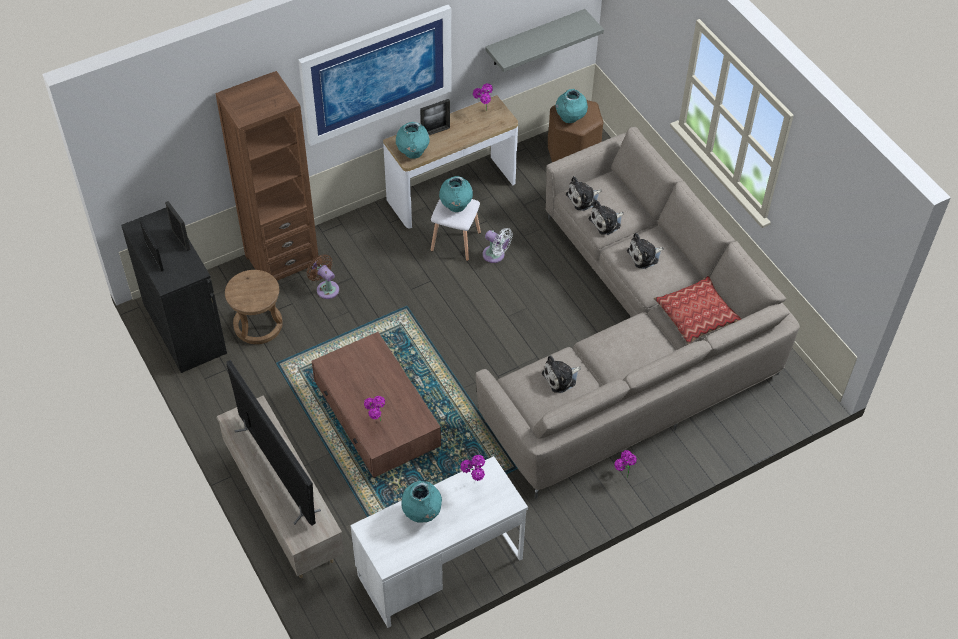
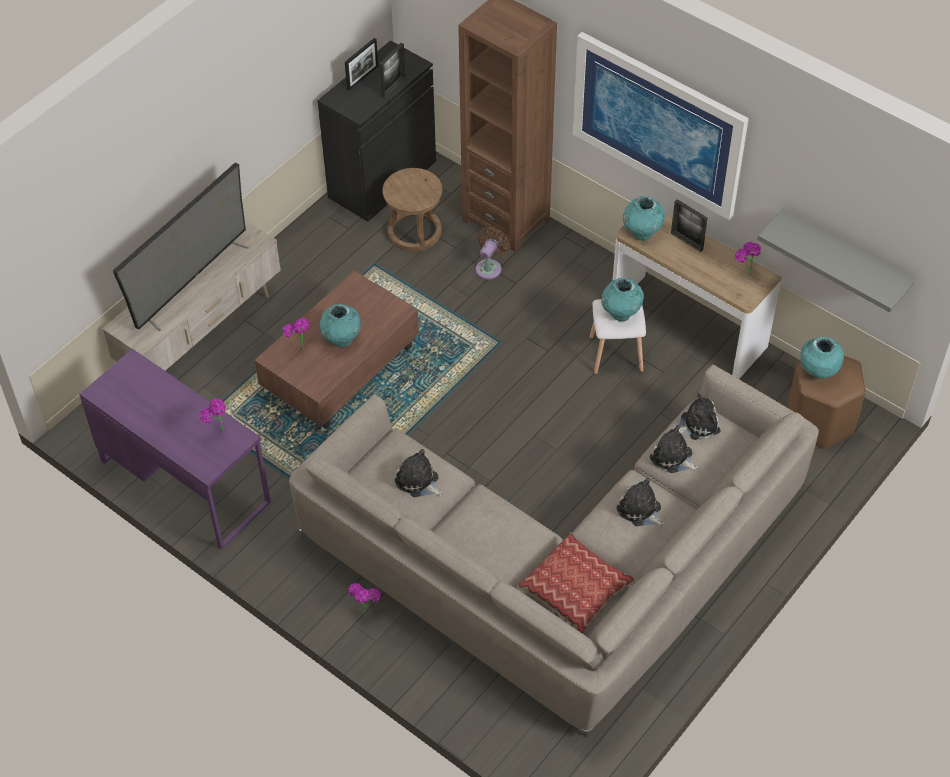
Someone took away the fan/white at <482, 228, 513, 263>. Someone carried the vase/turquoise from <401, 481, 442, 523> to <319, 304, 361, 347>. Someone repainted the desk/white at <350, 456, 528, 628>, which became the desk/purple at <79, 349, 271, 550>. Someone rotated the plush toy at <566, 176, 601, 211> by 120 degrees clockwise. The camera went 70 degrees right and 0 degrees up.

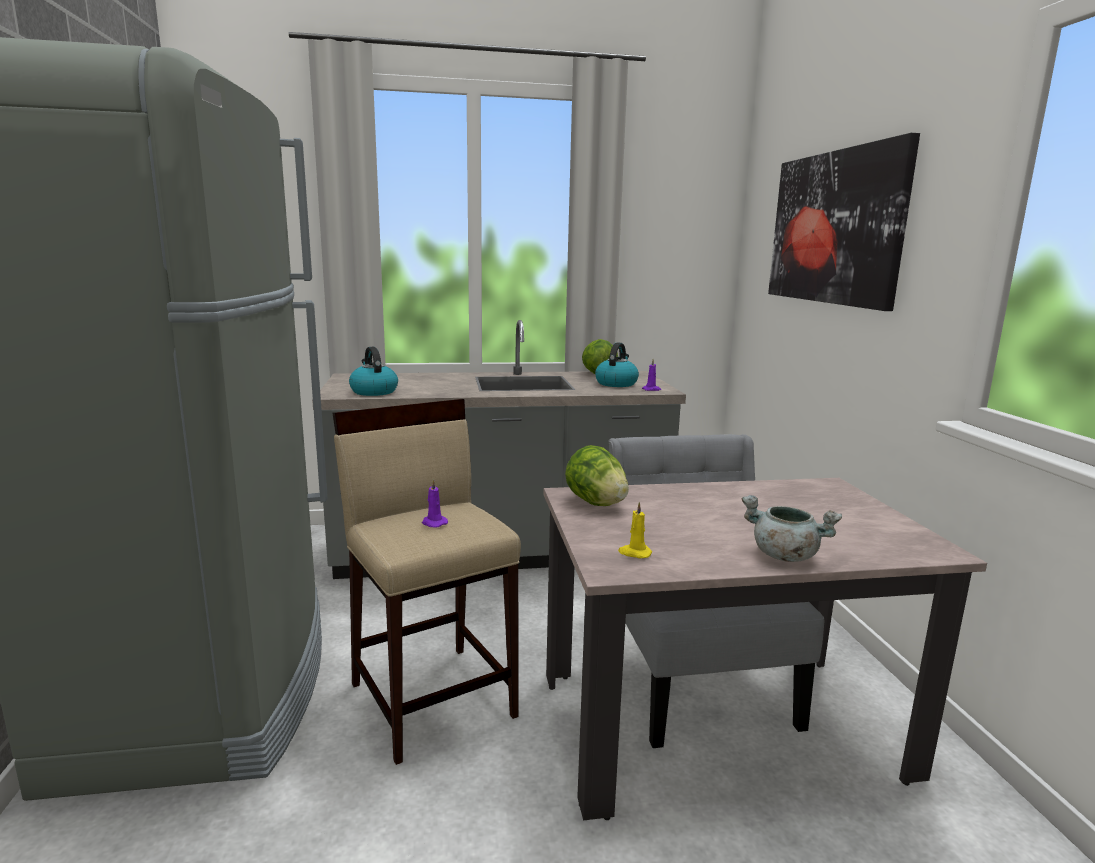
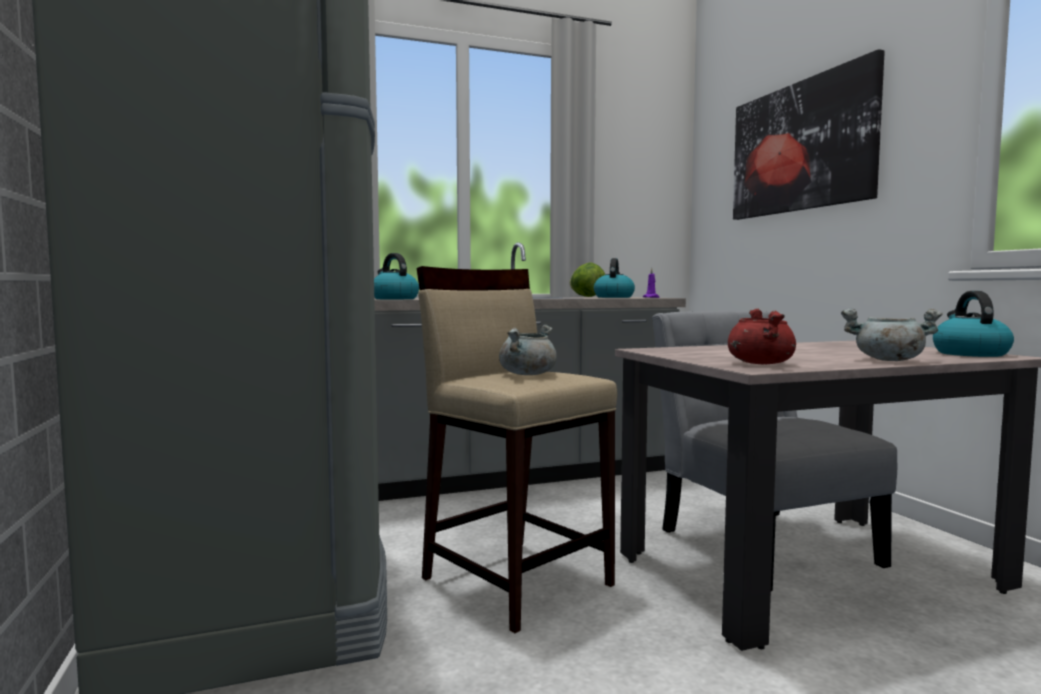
Someone took away the lettuce at <565, 445, 629, 506>. Someone put down the kettle at <933, 291, 1014, 357>. Someone swapped the candle/purple at <422, 479, 448, 528> for the cooking pot/grey at <499, 325, 557, 375>. Someone swapped the candle/yellow at <618, 502, 652, 558> for the cooking pot/red at <728, 309, 796, 364>. The camera went 10 degrees left and 10 degrees down.

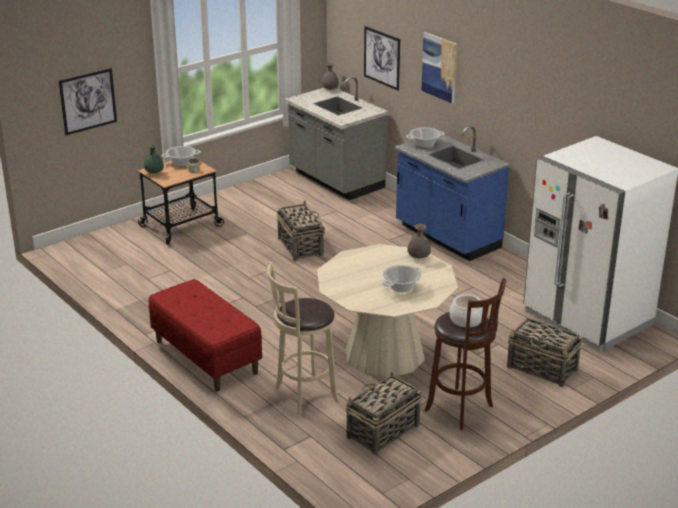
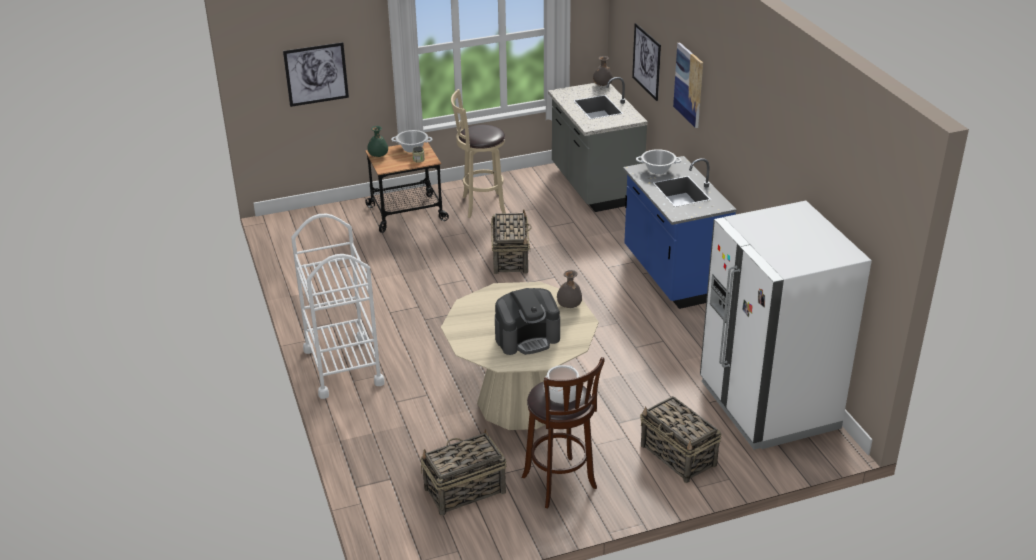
Someone carried the stool/beige from <267, 262, 339, 415> to <451, 89, 506, 218>. Someone swapped the bench/red at <149, 279, 262, 392> for the cart/white at <291, 213, 385, 399>. Someone swapped the cooking pot at <382, 265, 421, 292> for the coffee machine at <495, 288, 560, 355>. The camera went 20 degrees right and 5 degrees up.

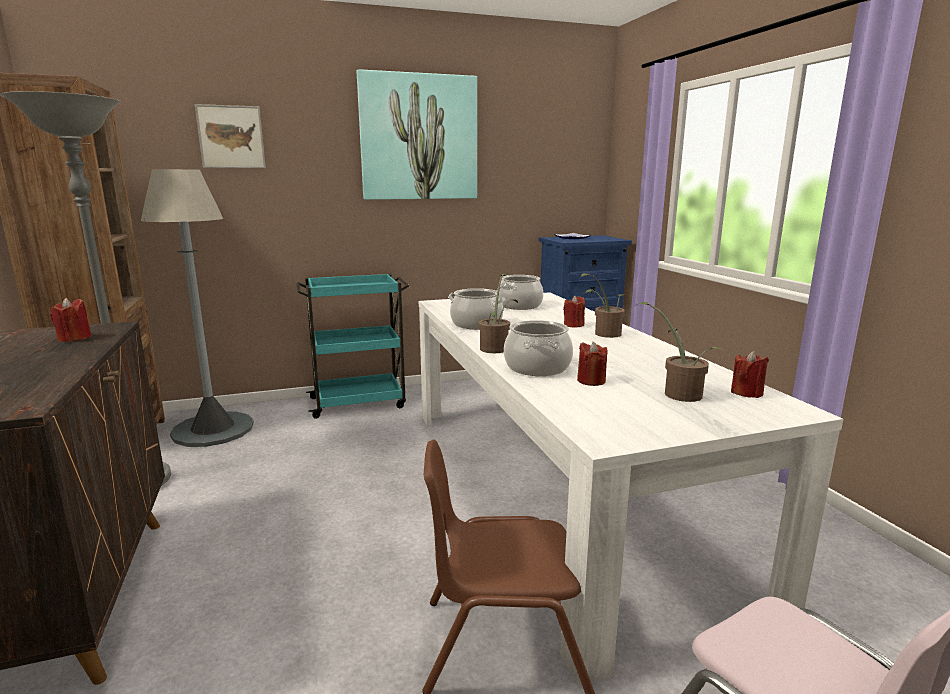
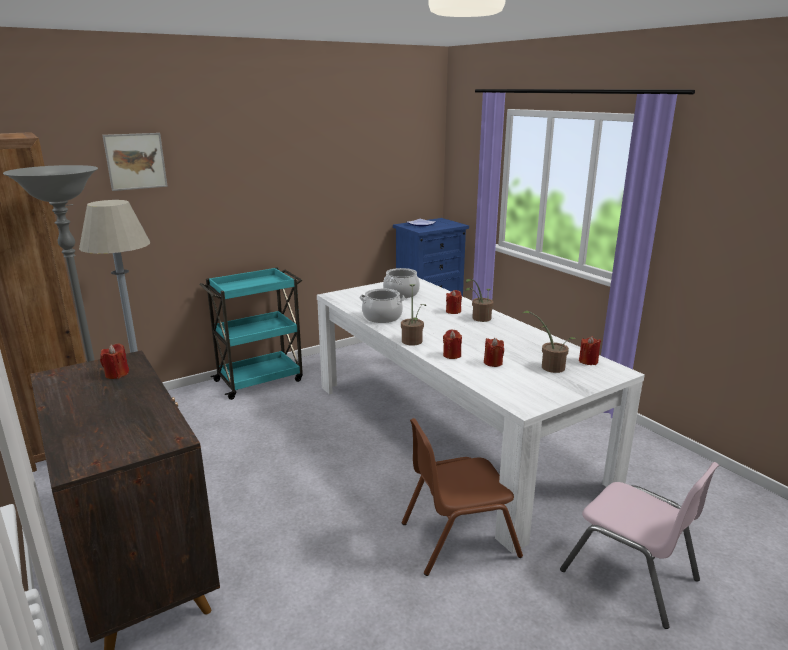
Someone took away the picture at <357, 69, 477, 200>. Someone swapped the cooking pot at <504, 320, 573, 376> for the candle/red at <443, 329, 462, 359>. The camera went 15 degrees left and 5 degrees up.

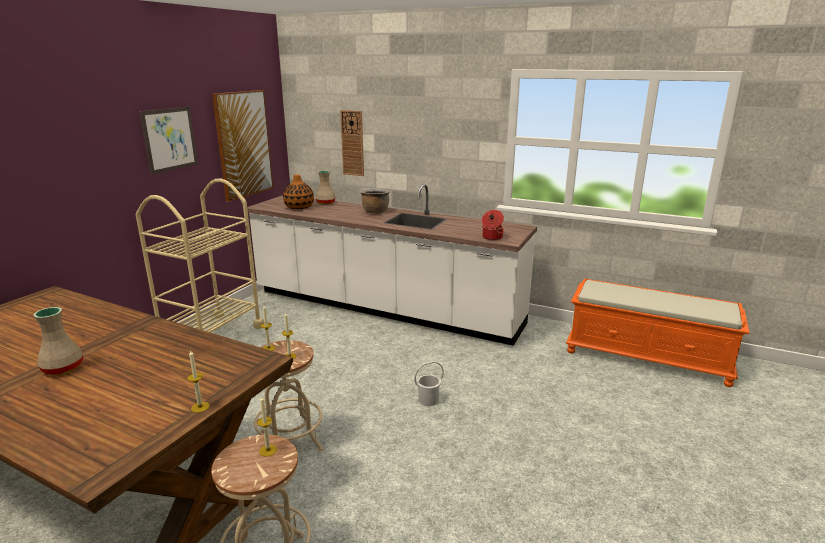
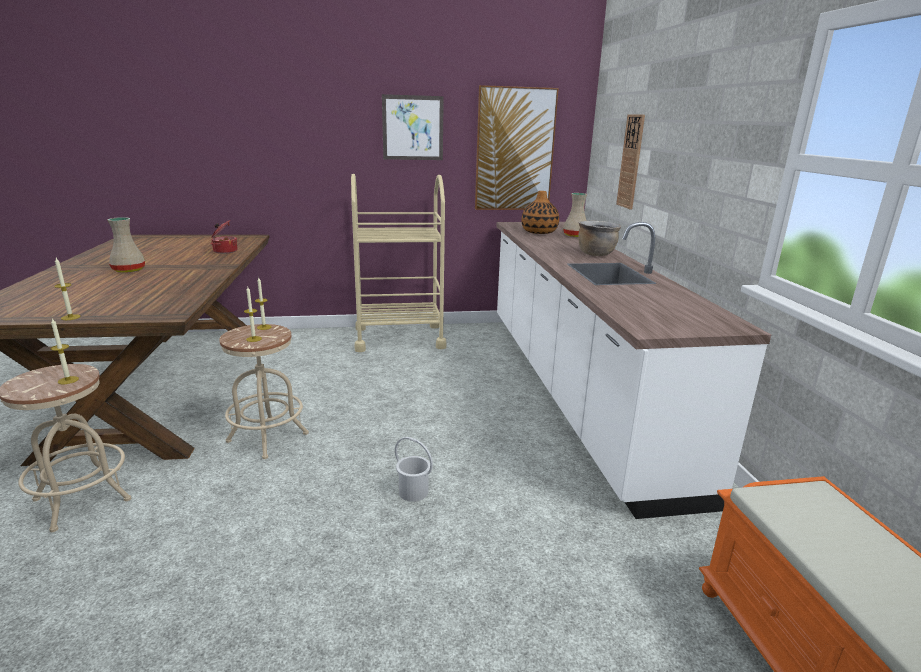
Someone carried the cooking pot from <482, 210, 505, 240> to <210, 220, 238, 254>. The camera went 55 degrees right and 0 degrees up.

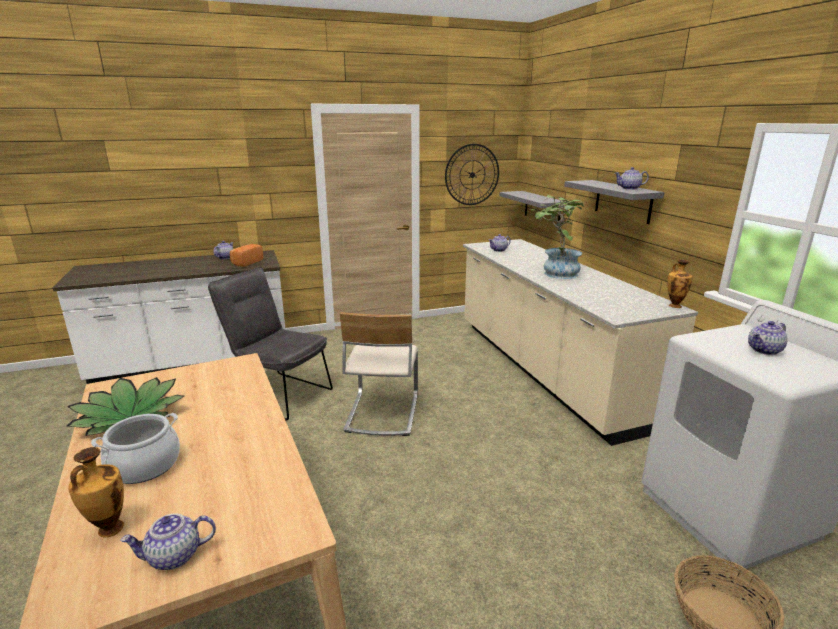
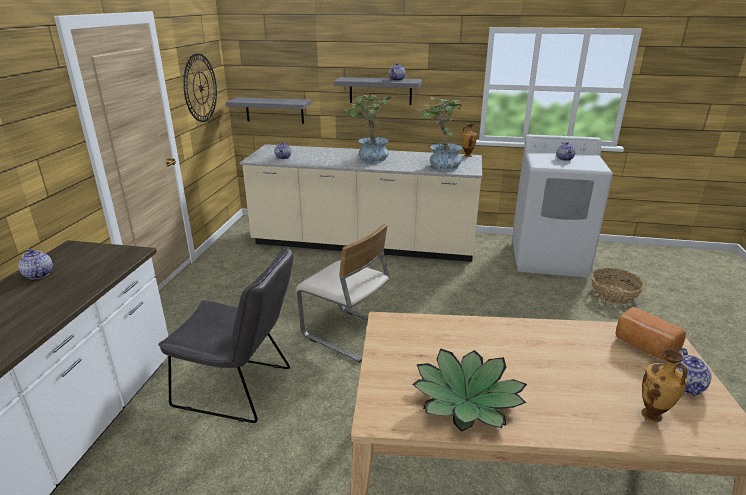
Someone took away the cooking pot at <91, 413, 180, 484>. Someone put down the potted plant at <417, 97, 462, 171>. Someone carried the bread from <230, 244, 263, 267> to <616, 307, 686, 360>. Someone rotated the chair/grey at <208, 267, 333, 421> by 135 degrees counterclockwise. The camera went 60 degrees left and 5 degrees up.

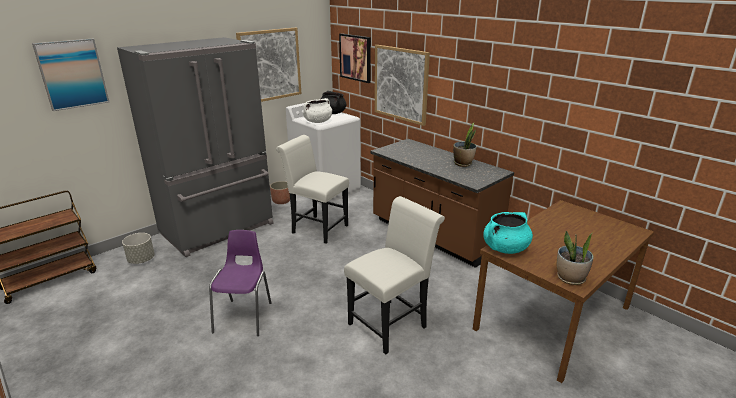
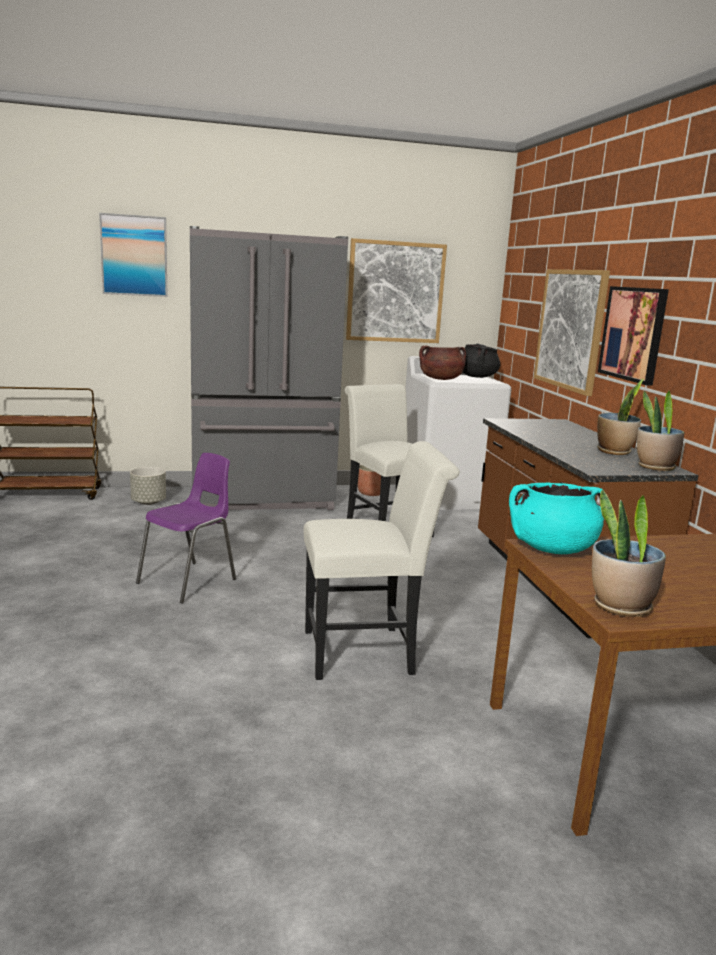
Someone put down the potted plant at <637, 391, 684, 471>. Someone carried the picture from <339, 33, 371, 83> to <598, 286, 669, 386>. Someone repainted the cooking pot/white at <303, 98, 332, 123>, which became the cooking pot/brown at <419, 345, 466, 380>. The camera went 30 degrees right and 10 degrees down.

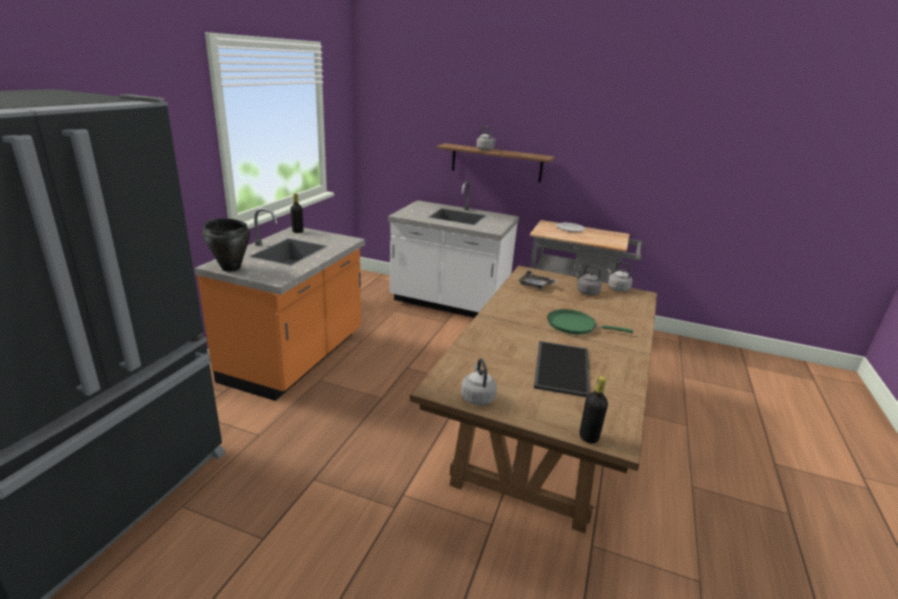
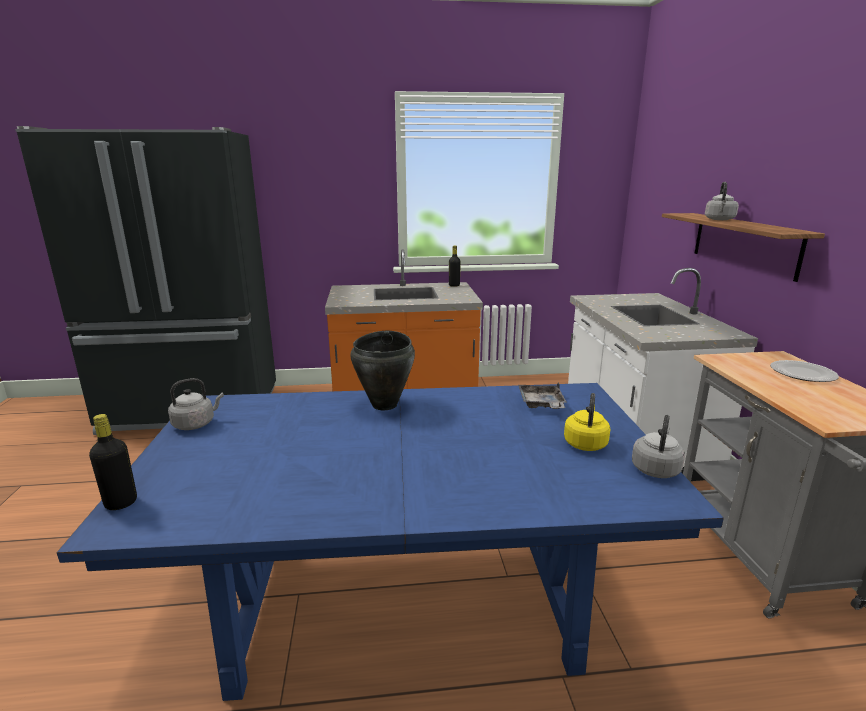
Someone took away the tray at <534, 341, 590, 397>. Someone took away the frying pan/green at <547, 309, 633, 335>. Someone carried the cooking pot/black from <203, 218, 250, 272> to <350, 331, 415, 410>. Someone repainted the dining table/brown at <410, 265, 657, 533>, which became the dining table/blue at <57, 383, 724, 701>. Someone repainted the kettle/grey at <575, 265, 602, 295>, which became the kettle/yellow at <564, 393, 610, 451>. The camera went 65 degrees right and 5 degrees down.

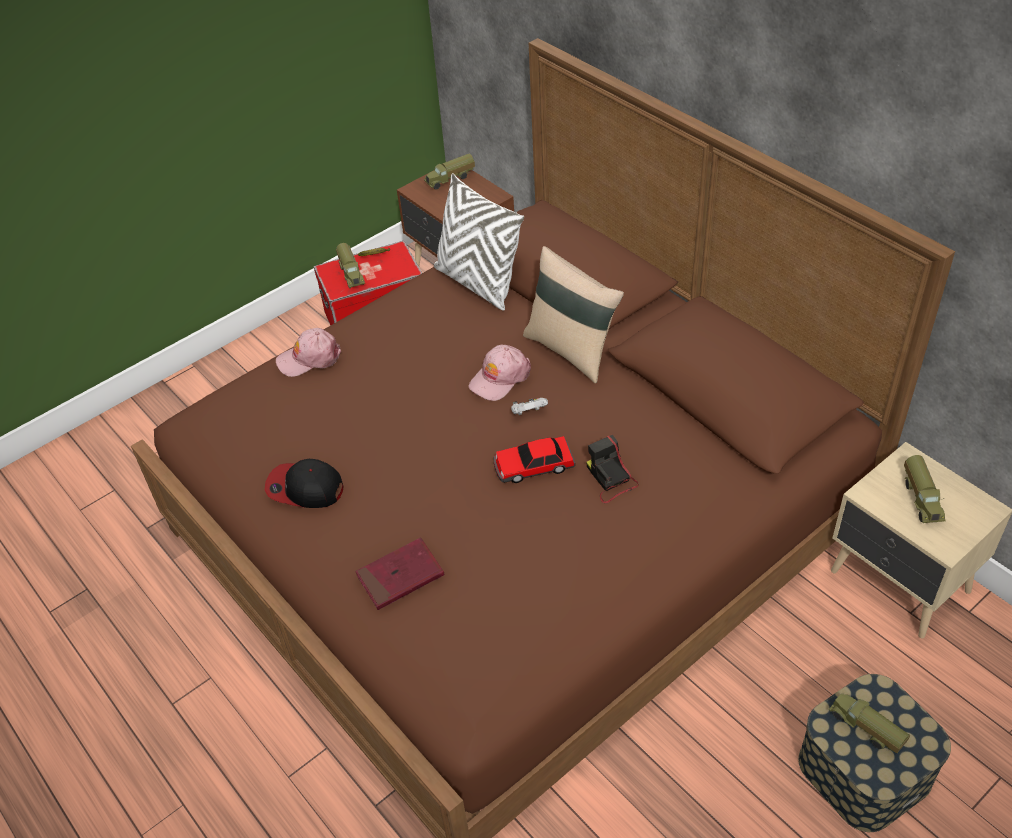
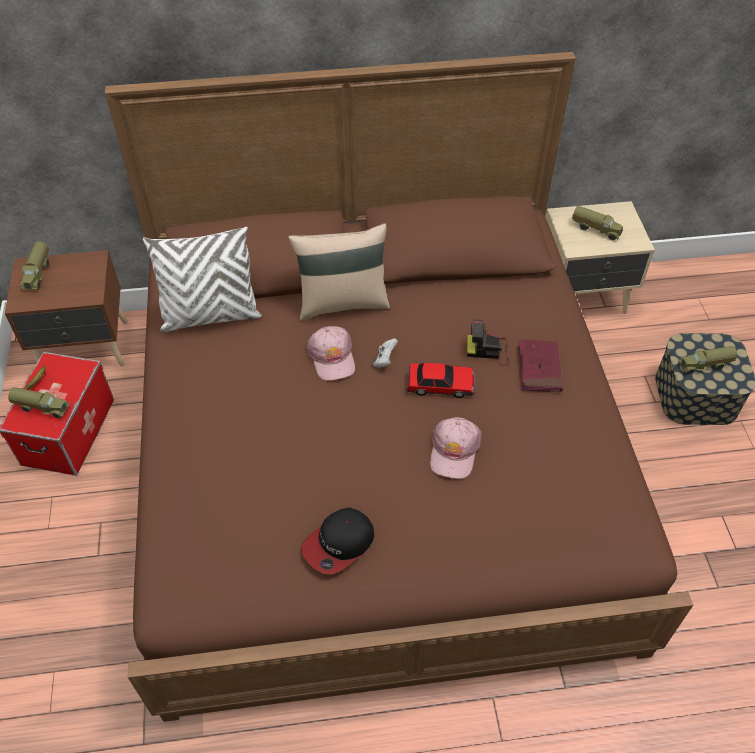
Someone carried the cap/pink from <276, 328, 341, 377> to <430, 417, 482, 479>. Someone carried the book/red from <355, 538, 444, 610> to <518, 339, 563, 392>. Someone rotated the toy car at <494, 436, 575, 483> by 105 degrees counterclockwise. The camera went 60 degrees left and 5 degrees up.

